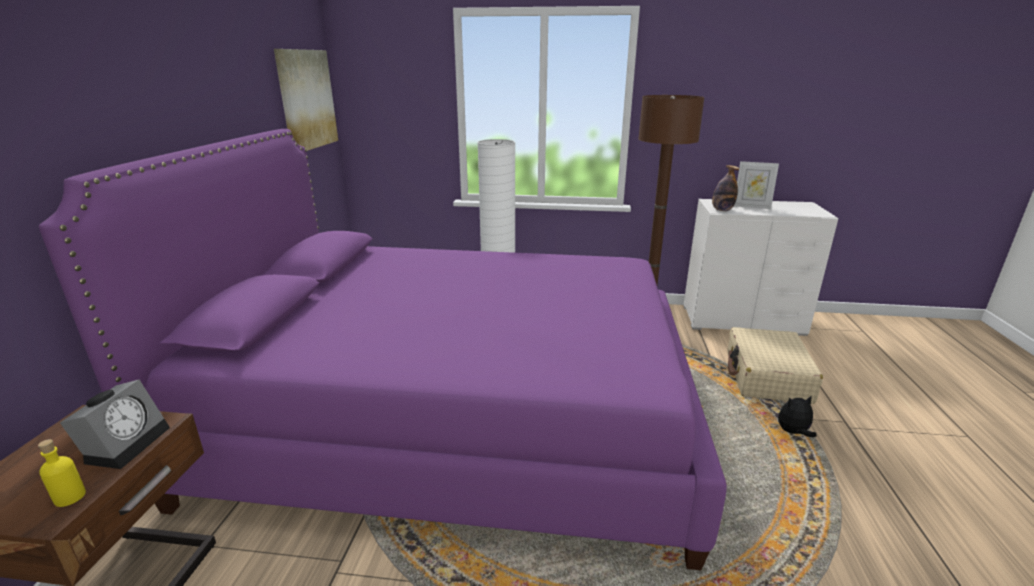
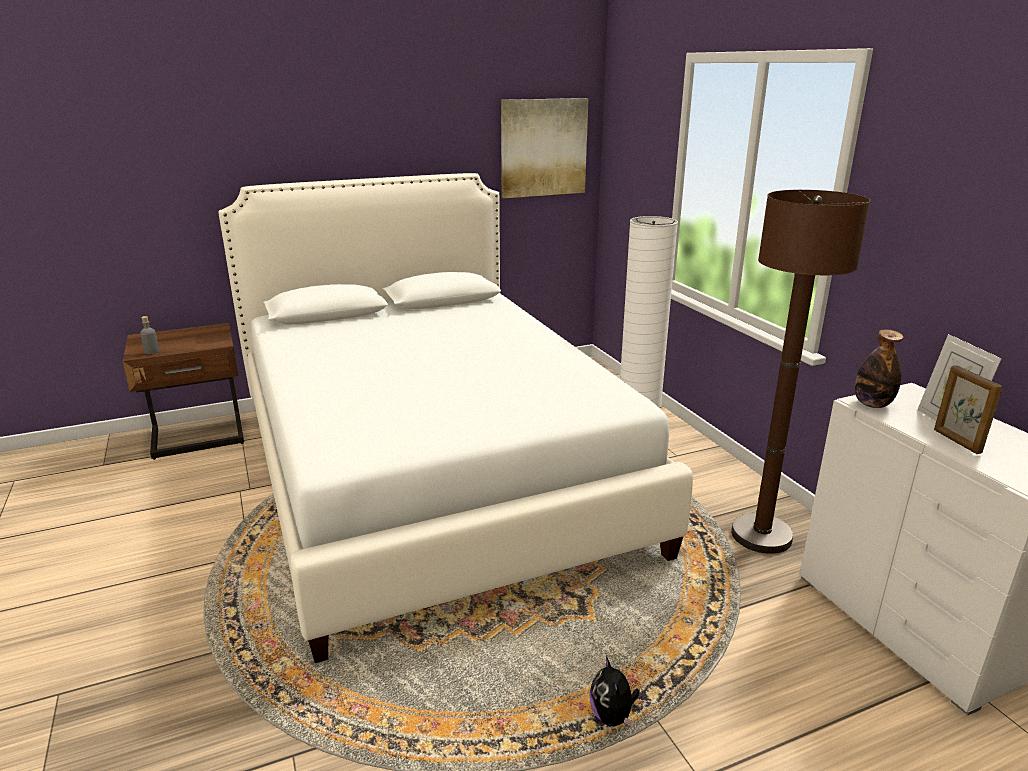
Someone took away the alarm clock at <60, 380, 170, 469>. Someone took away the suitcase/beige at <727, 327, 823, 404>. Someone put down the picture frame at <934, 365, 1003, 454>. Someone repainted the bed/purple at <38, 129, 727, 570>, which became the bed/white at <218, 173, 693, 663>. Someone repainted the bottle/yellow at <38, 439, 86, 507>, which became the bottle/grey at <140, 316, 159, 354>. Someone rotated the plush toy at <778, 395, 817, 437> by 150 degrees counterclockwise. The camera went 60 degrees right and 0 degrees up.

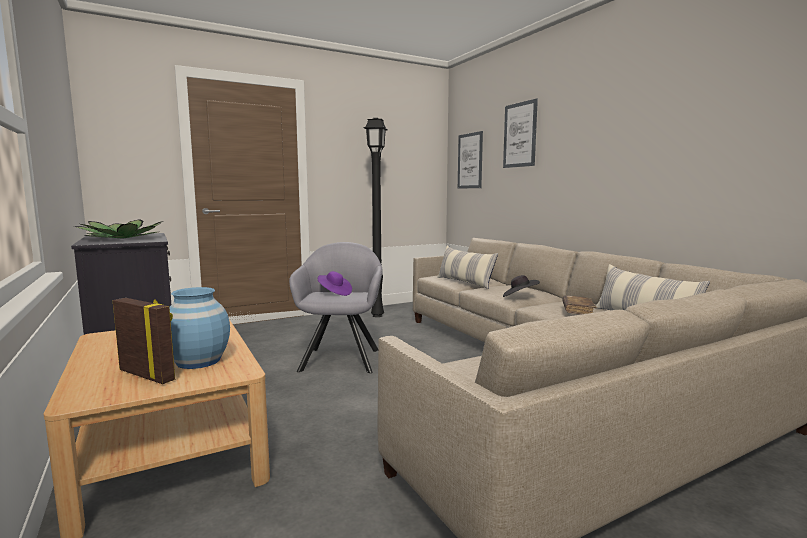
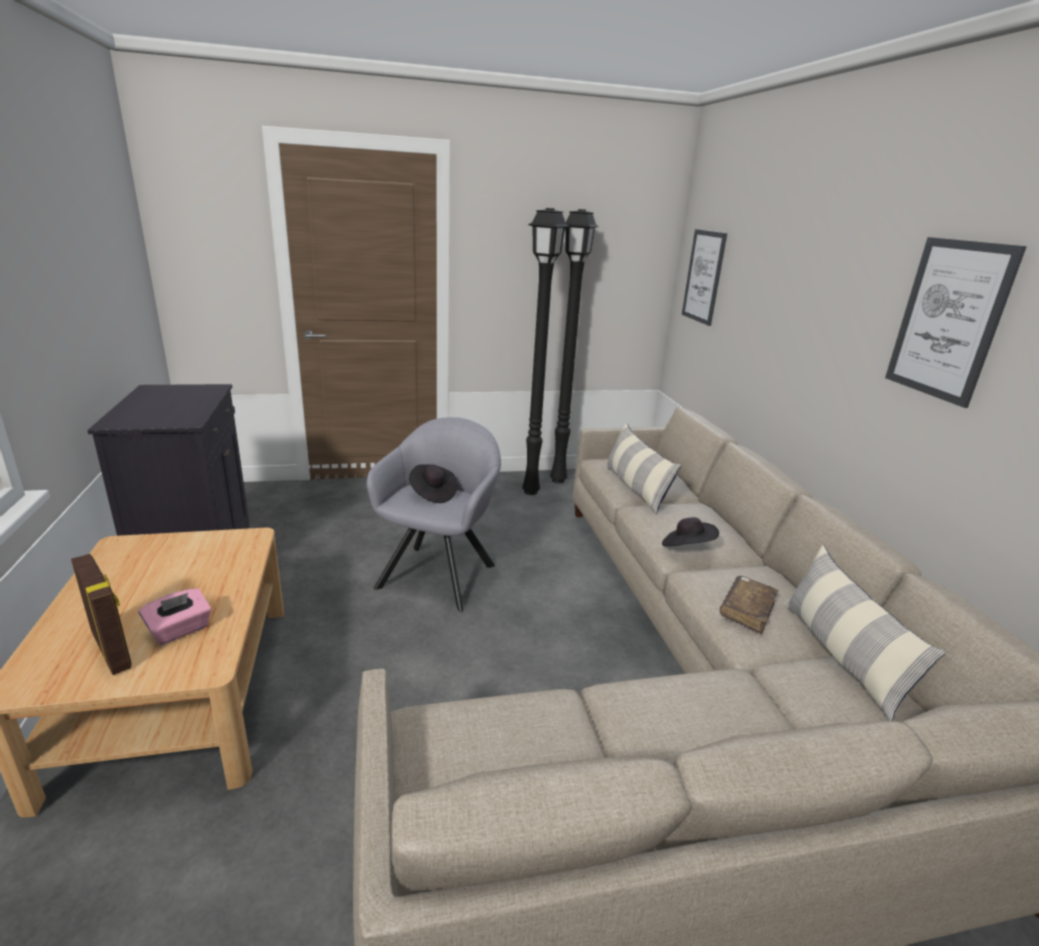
Someone took away the potted plant at <74, 219, 163, 239>. Someone put down the floor lamp/black at <550, 209, 599, 483>. Someone carried the picture from <503, 99, 538, 168> to <885, 237, 1027, 408>. Someone swapped the vase/blue at <169, 287, 230, 369> for the tissue box/pink at <138, 588, 211, 645>. Someone repainted the hat/purple at <318, 271, 352, 296>, which became the hat/black at <409, 464, 458, 503>. The camera went 15 degrees right and 15 degrees up.

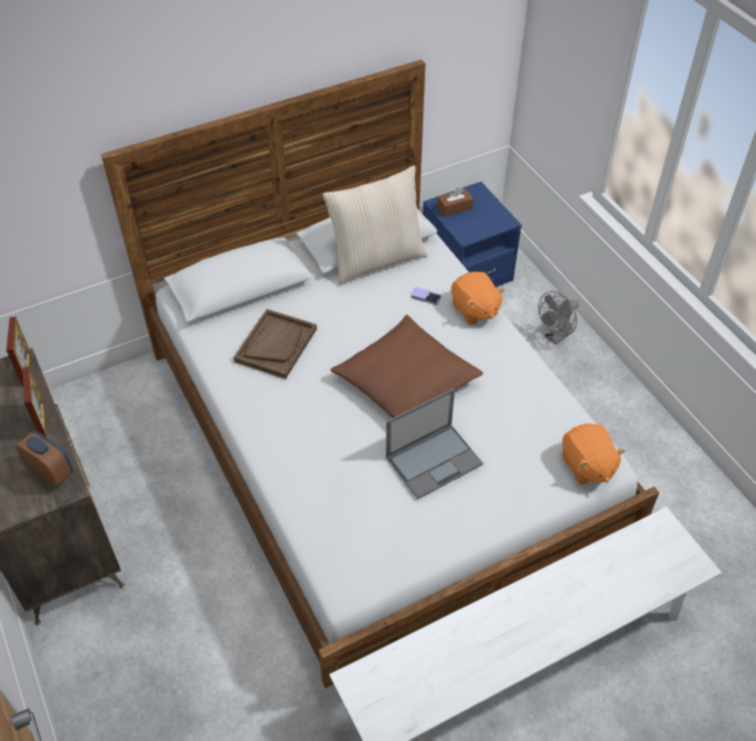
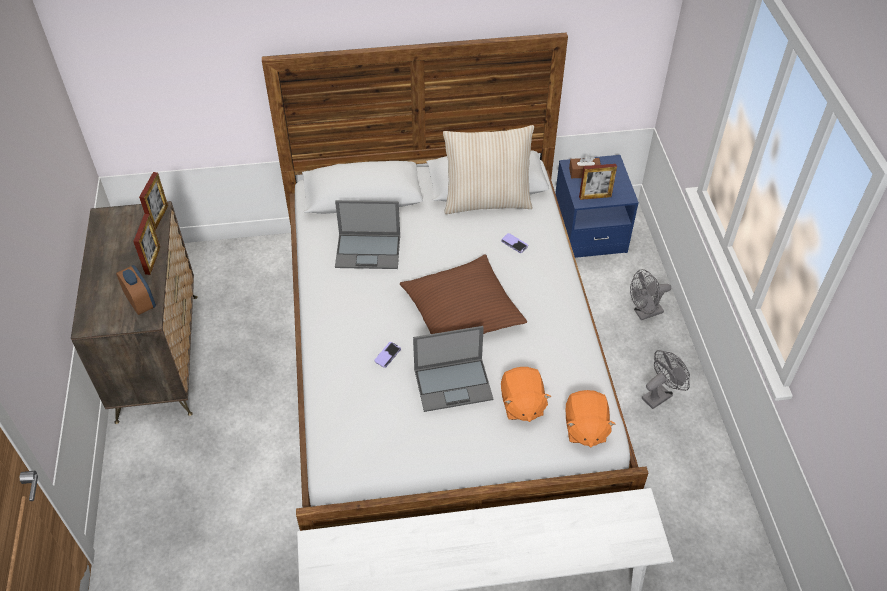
Someone put down the phone at <374, 342, 401, 368>. Someone put down the picture frame at <579, 164, 617, 200>. Someone put down the fan/grey at <642, 350, 690, 409>. Someone carried the plush toy/orange from <451, 272, 505, 325> to <501, 367, 551, 422>. Someone swapped the tray/brown at <234, 309, 317, 379> for the laptop at <335, 200, 400, 269>. The camera went 20 degrees right and 0 degrees up.

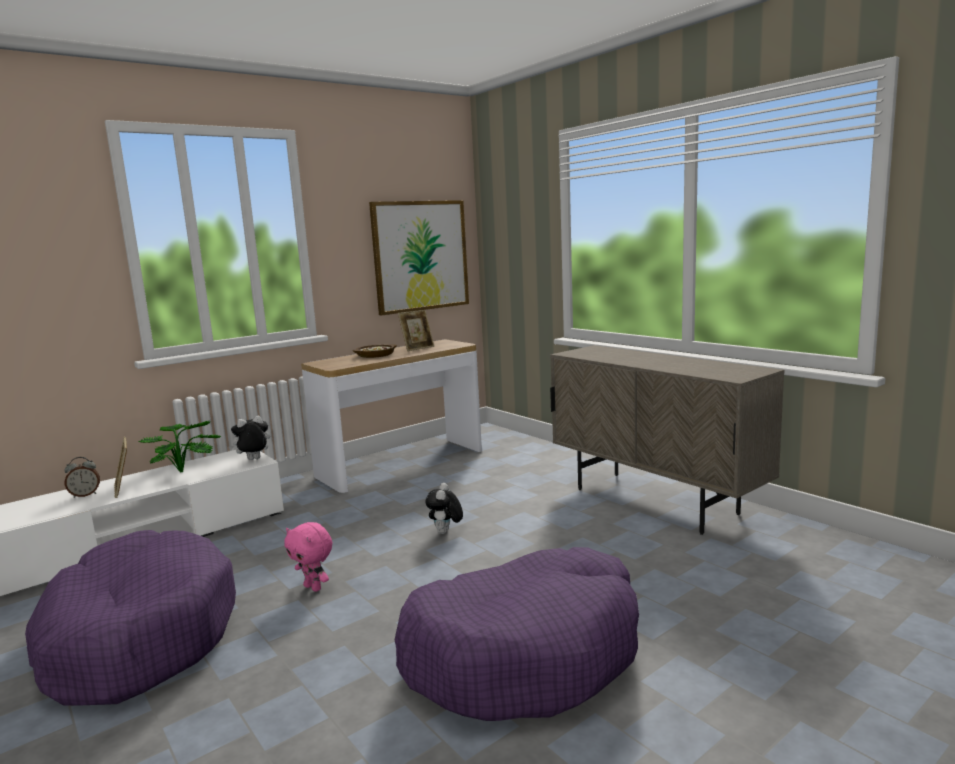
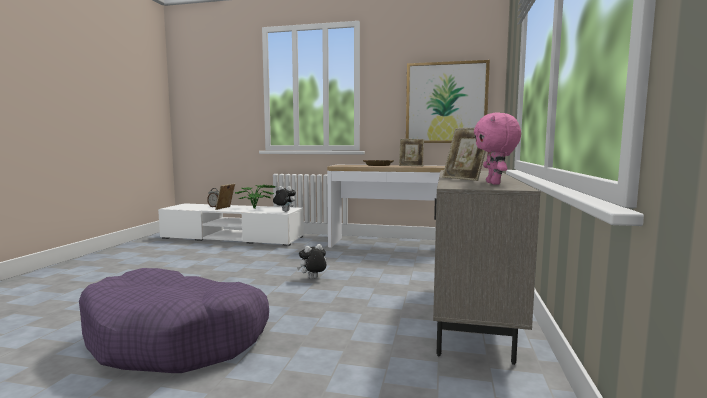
Someone took away the dog bed/purple at <25, 530, 236, 705>. Someone put down the picture frame at <442, 128, 486, 181>. Someone carried the plush toy/pink from <284, 522, 332, 592> to <474, 113, 521, 185>. The camera went 50 degrees right and 5 degrees down.

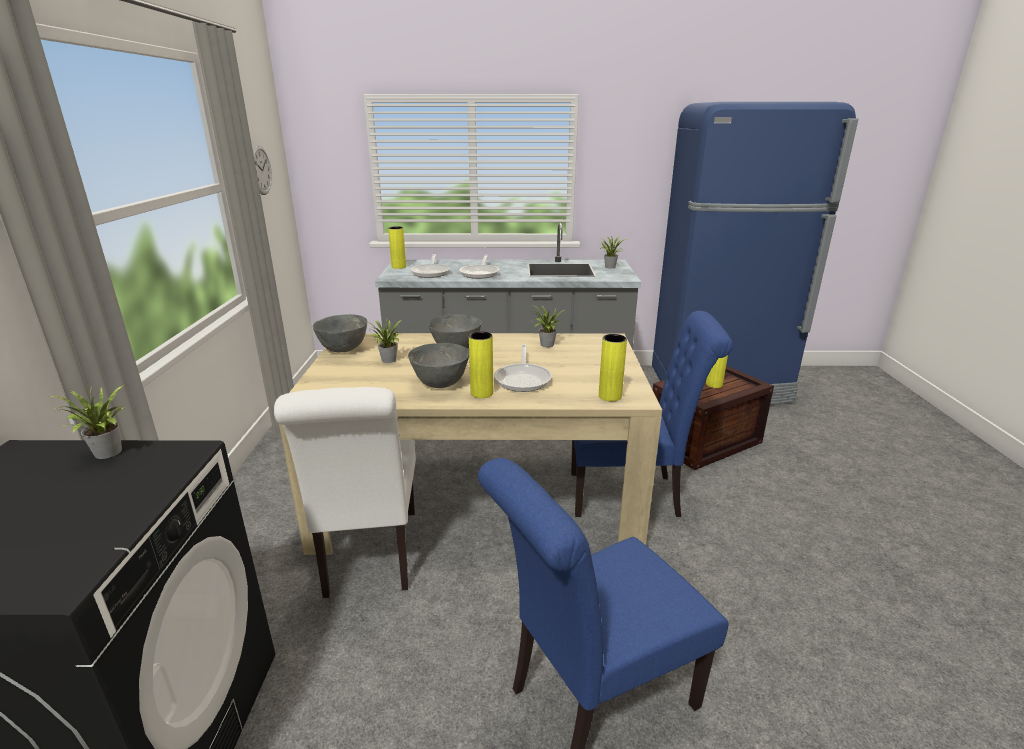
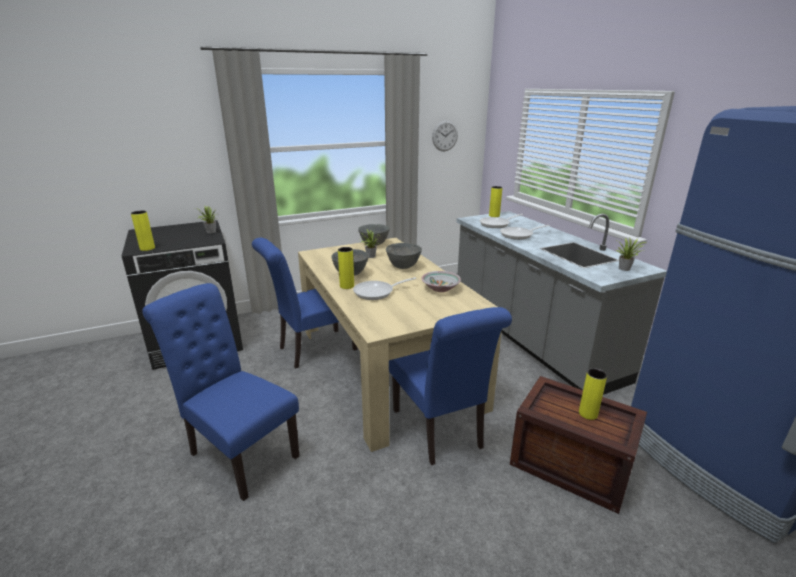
Someone carried the vase/yellow from <599, 334, 627, 401> to <131, 211, 155, 251>. Someone swapped the potted plant at <533, 305, 565, 347> for the bowl at <421, 271, 461, 292>. Someone repainted the chair/white at <274, 387, 416, 598>, which became the chair/blue at <252, 238, 358, 369>. The camera went 65 degrees right and 0 degrees up.

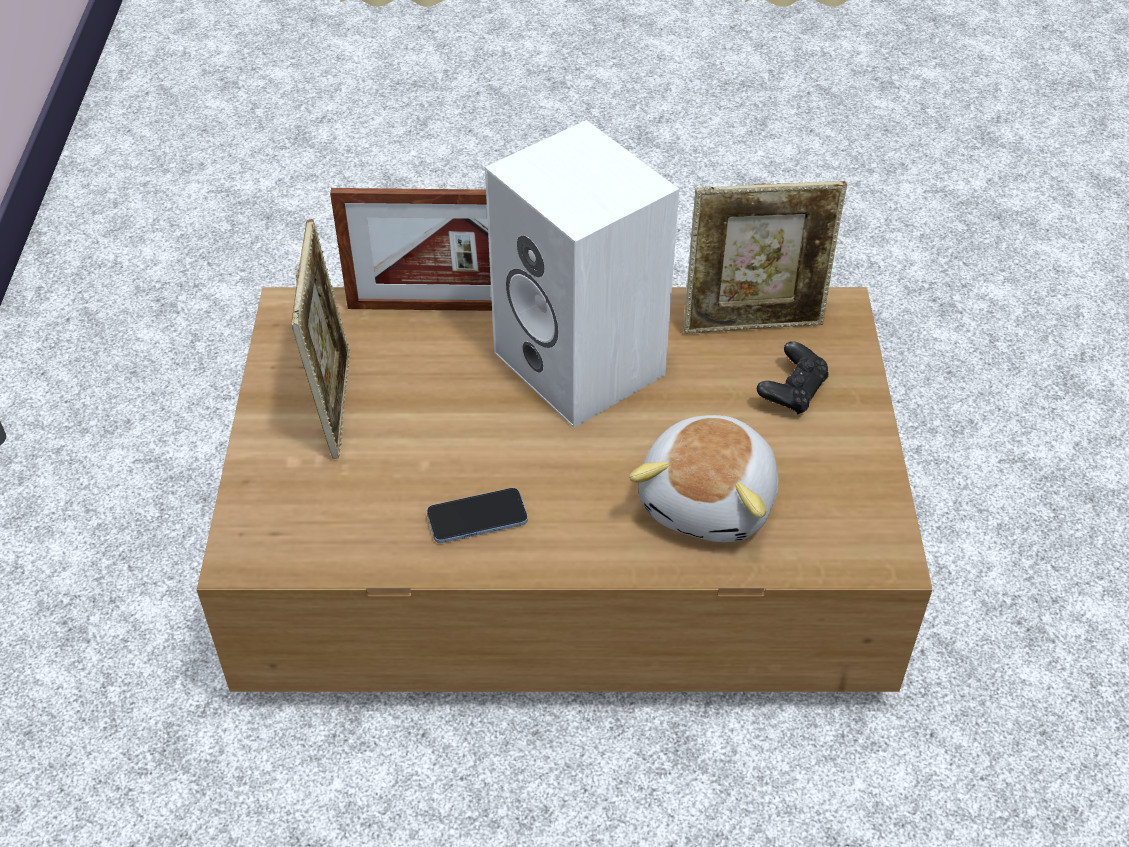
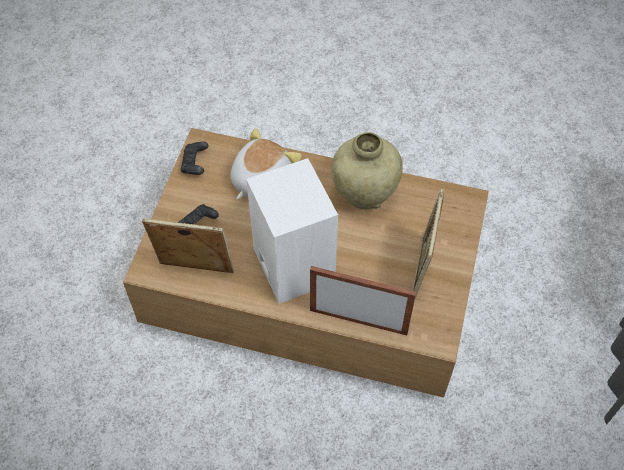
Someone put down the game controller/black at <181, 141, 208, 175>. Someone swapped the phone at <427, 488, 528, 543> for the vase/beige at <332, 132, 403, 209>. The camera went 165 degrees left and 10 degrees up.

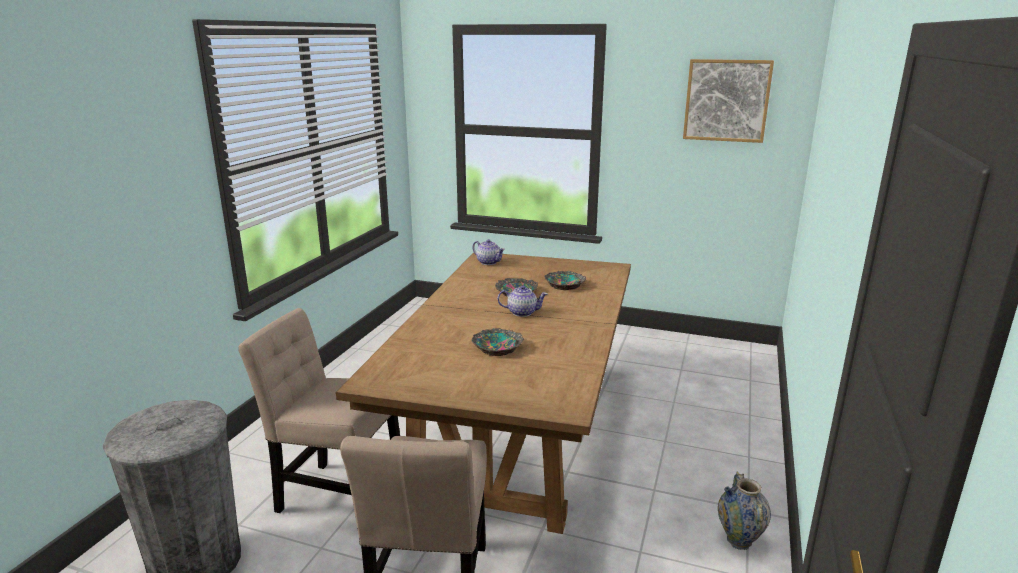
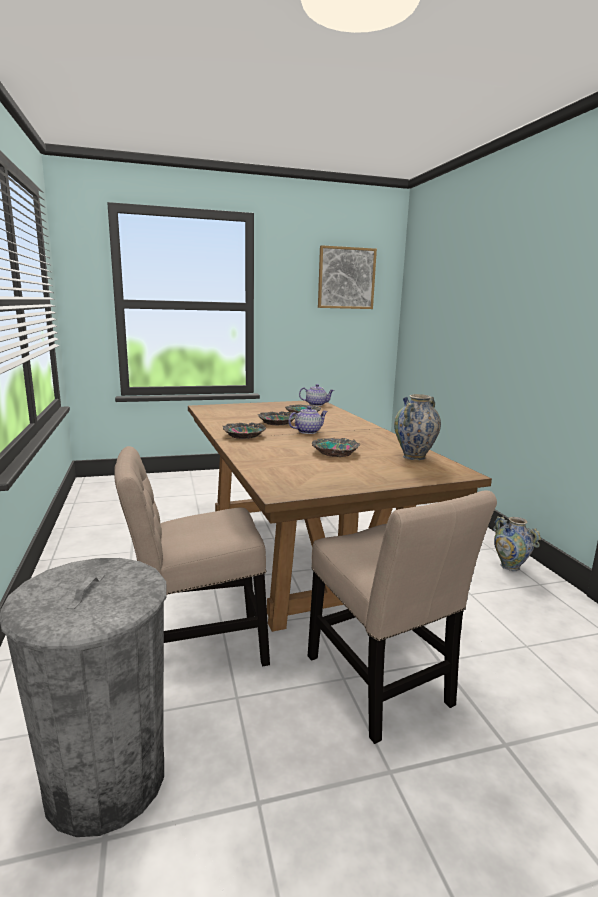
Someone put down the bowl at <223, 423, 267, 439>. Someone put down the vase at <394, 394, 441, 460>. Someone carried the teapot from <472, 239, 505, 265> to <299, 384, 335, 406>. The camera went 35 degrees left and 5 degrees down.

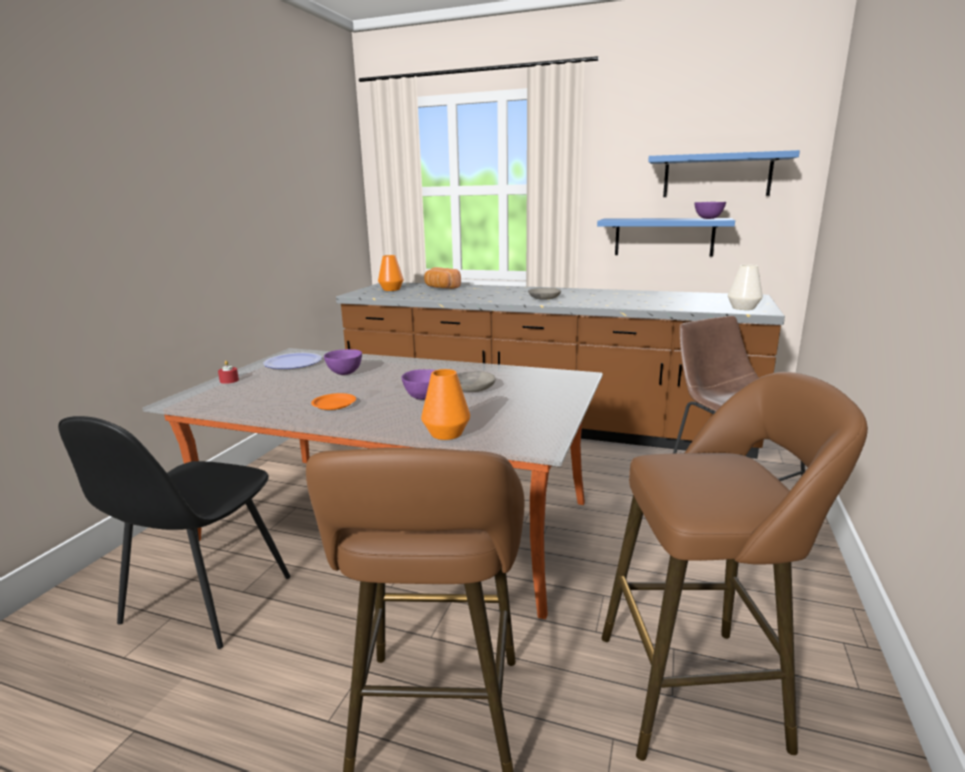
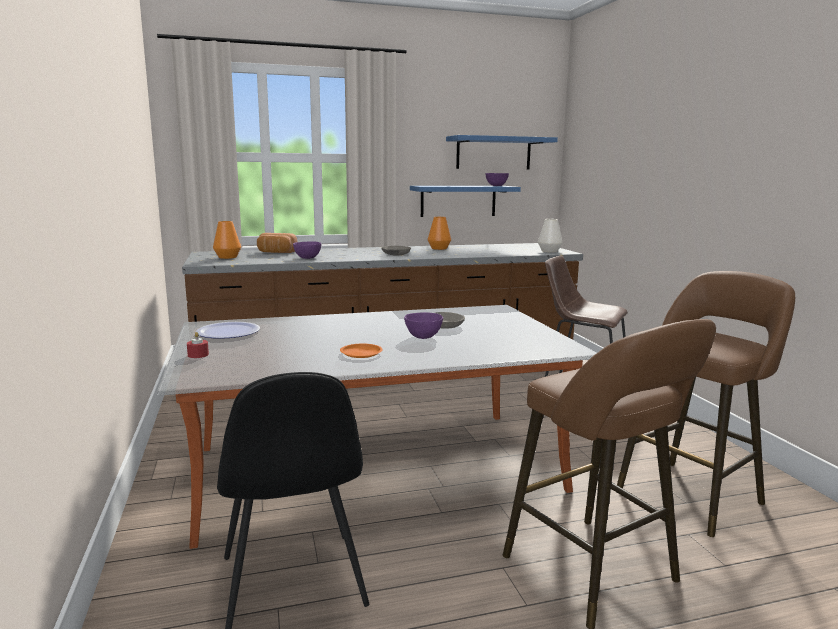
Someone carried the bowl/purple from <324, 349, 362, 375> to <293, 241, 321, 259>. Someone carried the vase/orange from <421, 369, 470, 440> to <428, 217, 451, 250>. The camera went 35 degrees left and 5 degrees down.

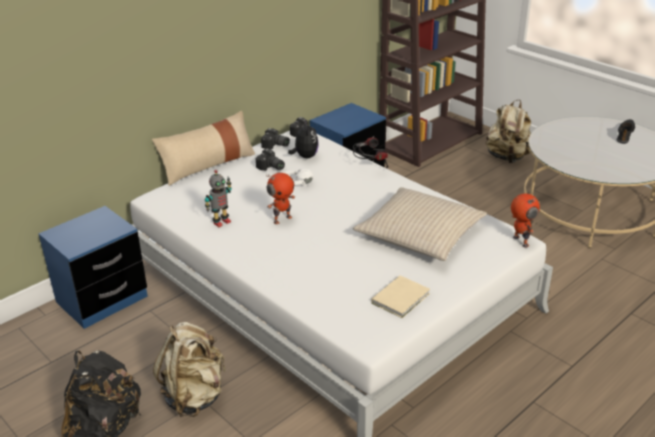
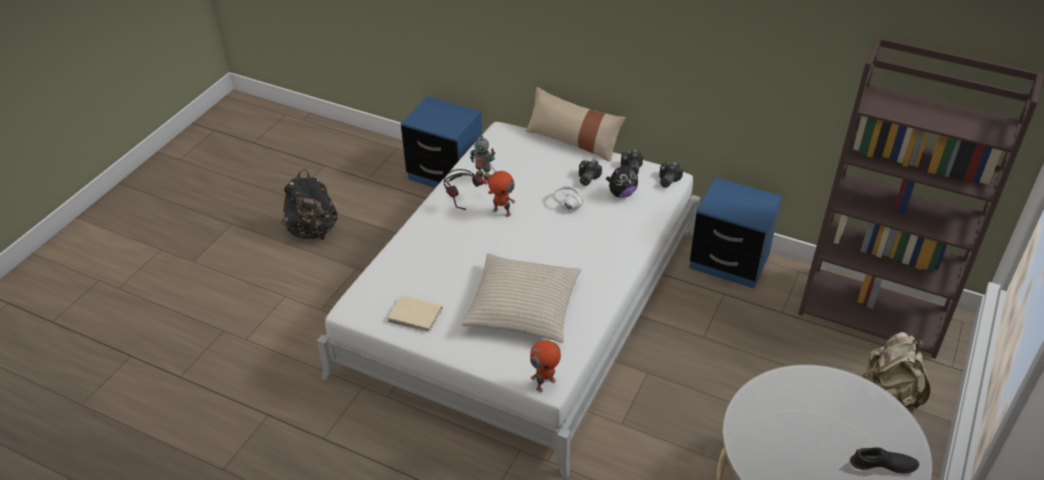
Someone took away the backpack/beige at <153, 322, 225, 417>. Someone carried the headphones from <353, 137, 388, 168> to <444, 169, 484, 210>. The camera went 70 degrees right and 10 degrees up.

